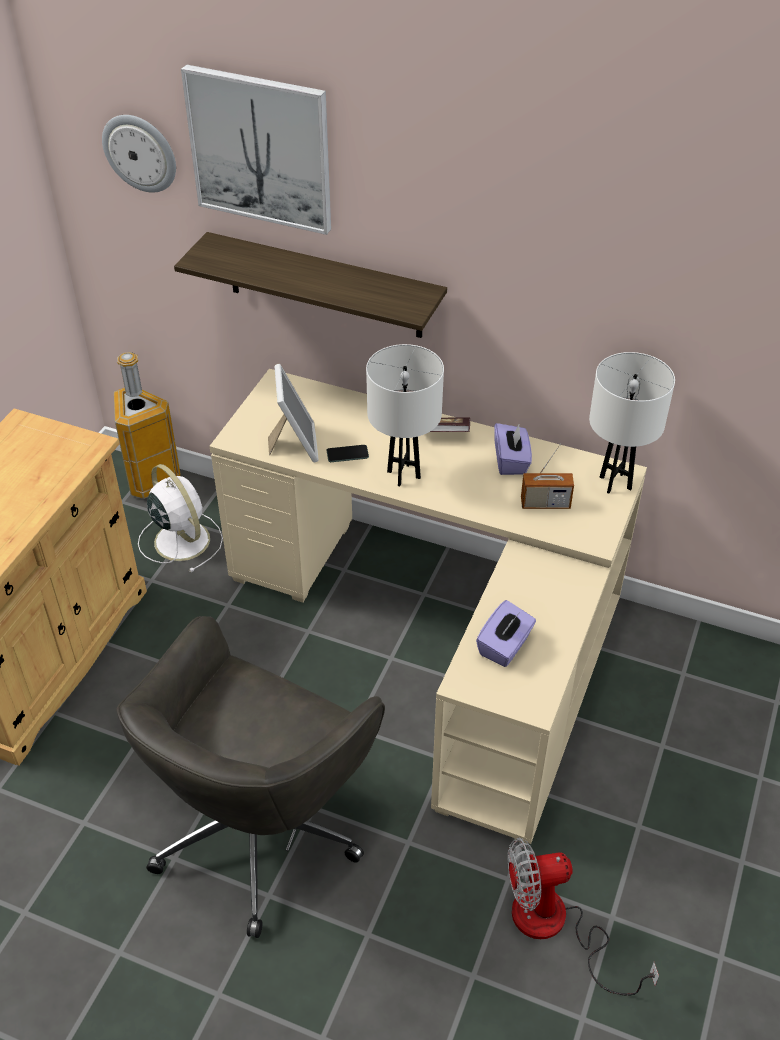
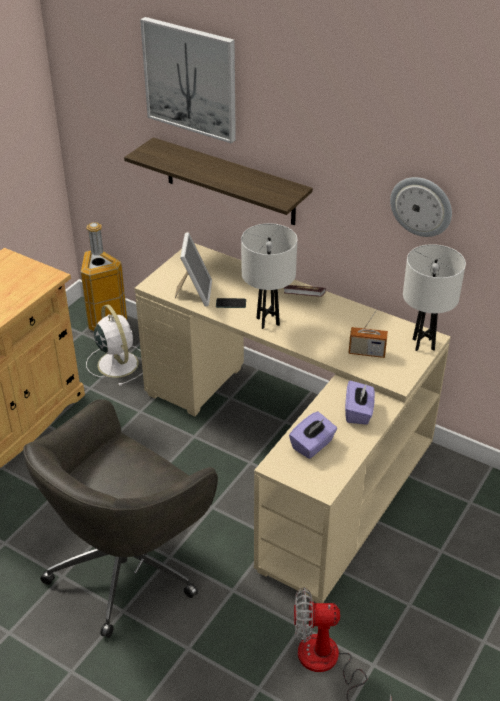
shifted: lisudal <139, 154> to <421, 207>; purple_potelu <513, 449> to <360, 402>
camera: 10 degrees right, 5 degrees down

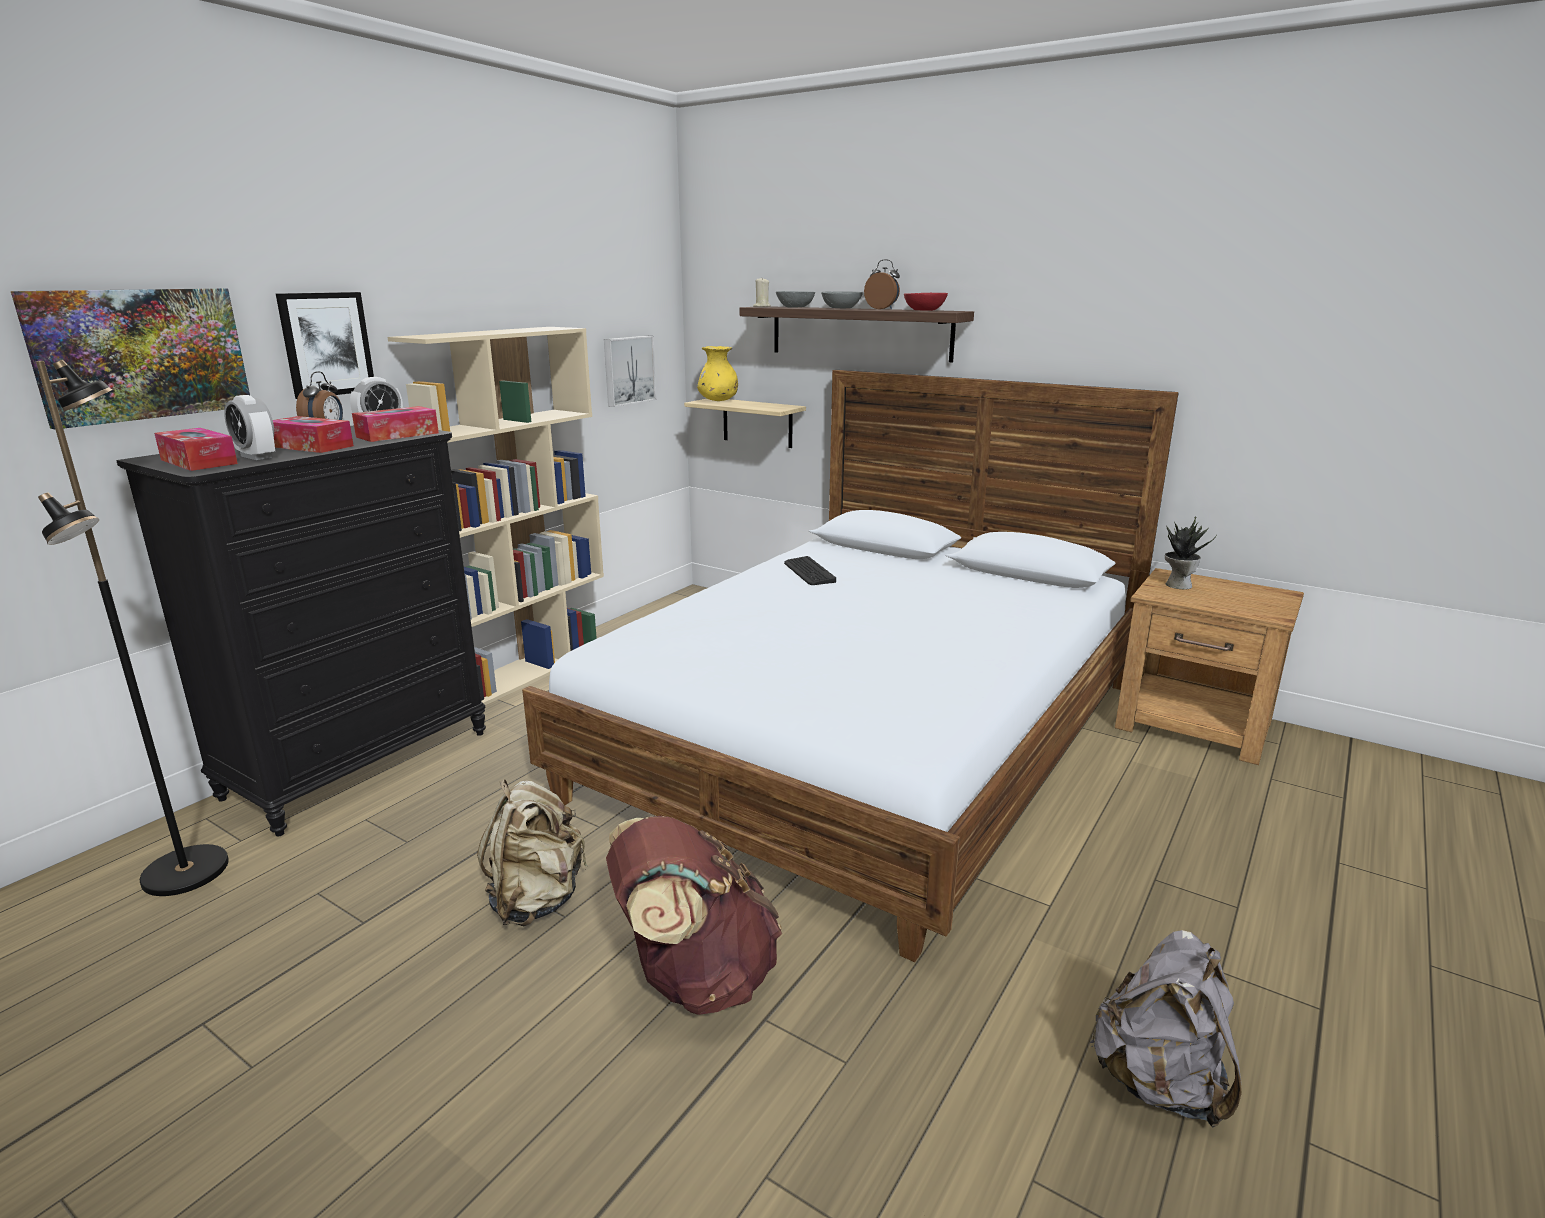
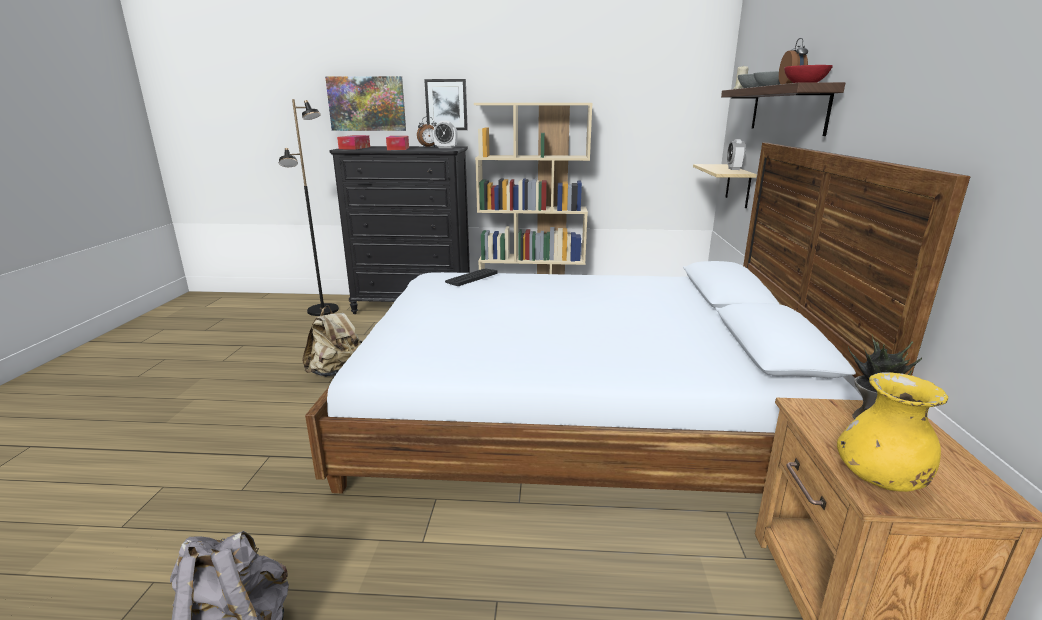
gone: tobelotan <630, 371>; potelu <395, 424>; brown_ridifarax <694, 915>
shifted: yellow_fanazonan <717, 373> to <892, 432>; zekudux <249, 427> to <736, 154>; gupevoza <810, 570> to <471, 277>
camera: 60 degrees right, 0 degrees up

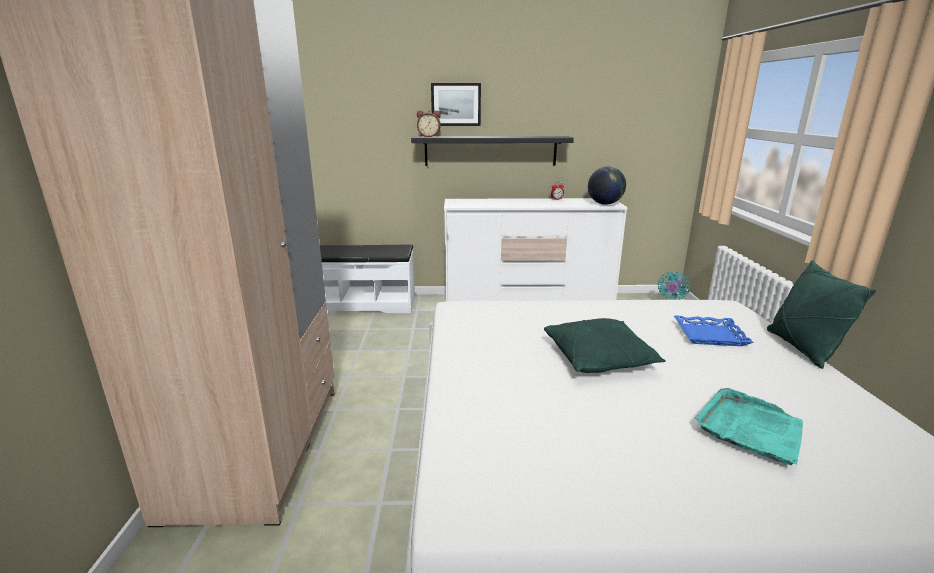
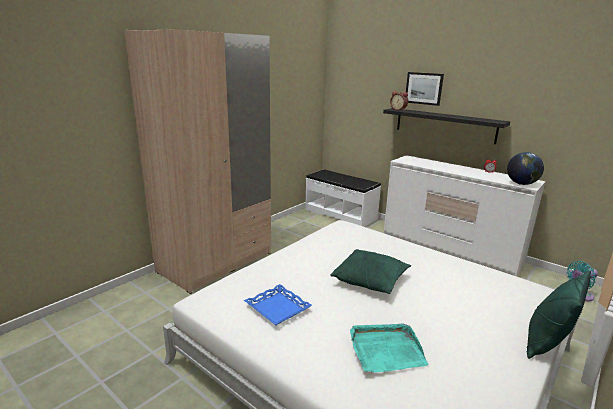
shifted: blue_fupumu <714, 331> to <278, 304>
camera: 40 degrees right, 0 degrees up

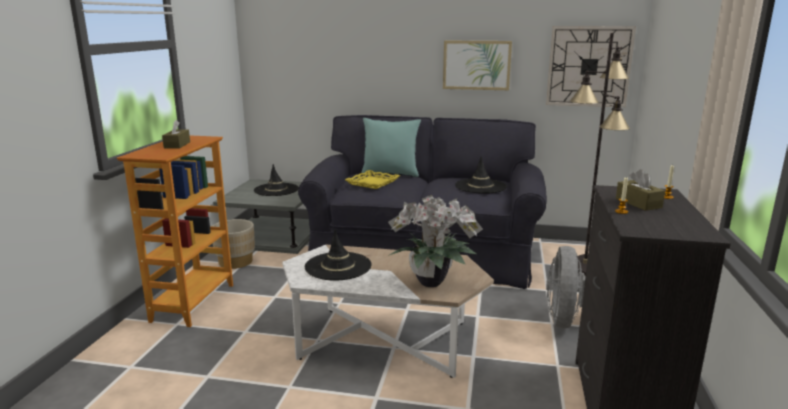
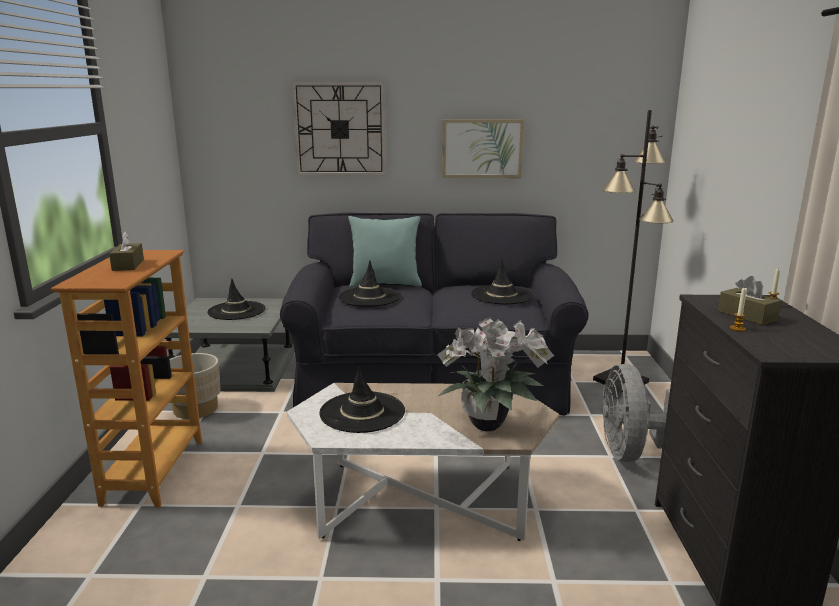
shifted: lisudal <591, 66> to <339, 129>
swapped: yellow_fupumu <372, 179> to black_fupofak <369, 284>
camera: 10 degrees left, 0 degrees up

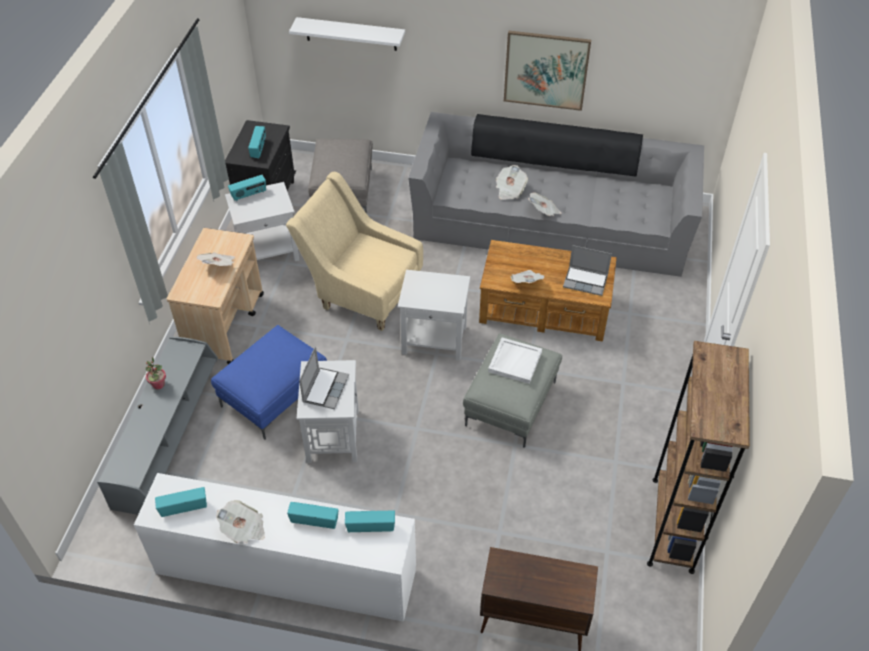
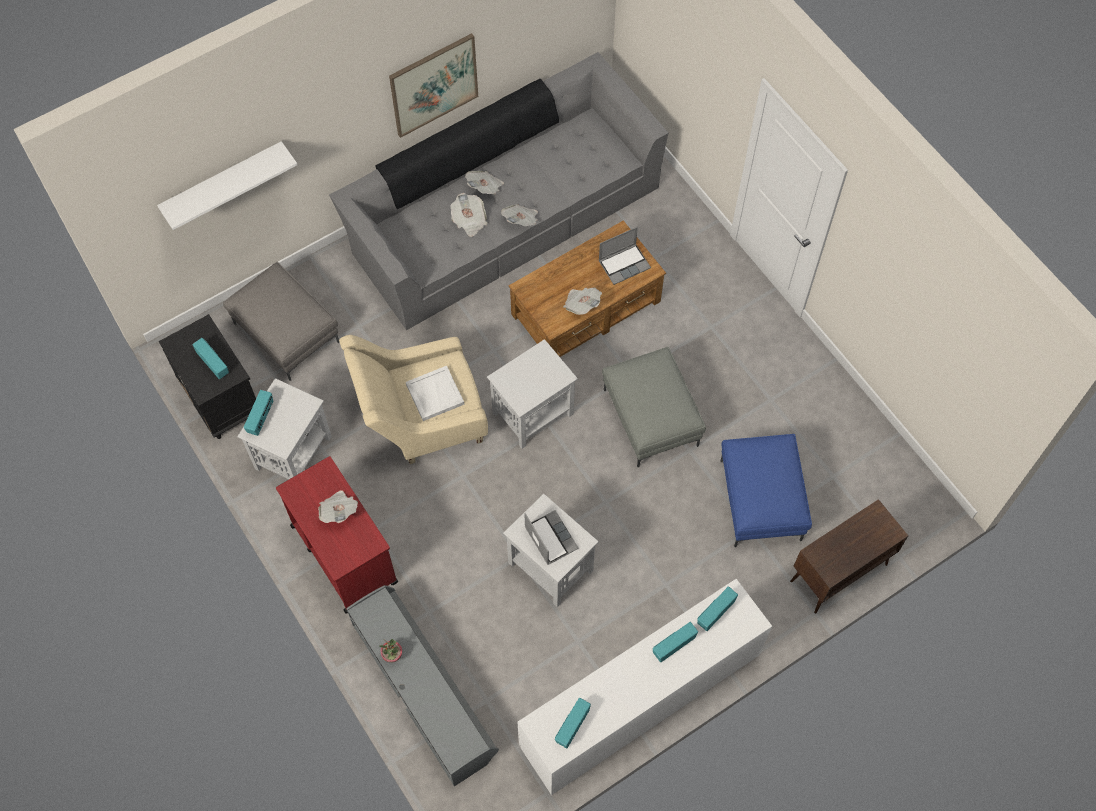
gone: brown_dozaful <698, 457>
shifted: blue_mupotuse <269, 382> to <766, 490>; white_fupumu <515, 361> to <435, 393>; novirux <240, 521> to <484, 183>
repainted: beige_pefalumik <215, 296> to red_pefalumik <337, 535>
camera: 45 degrees left, 15 degrees up

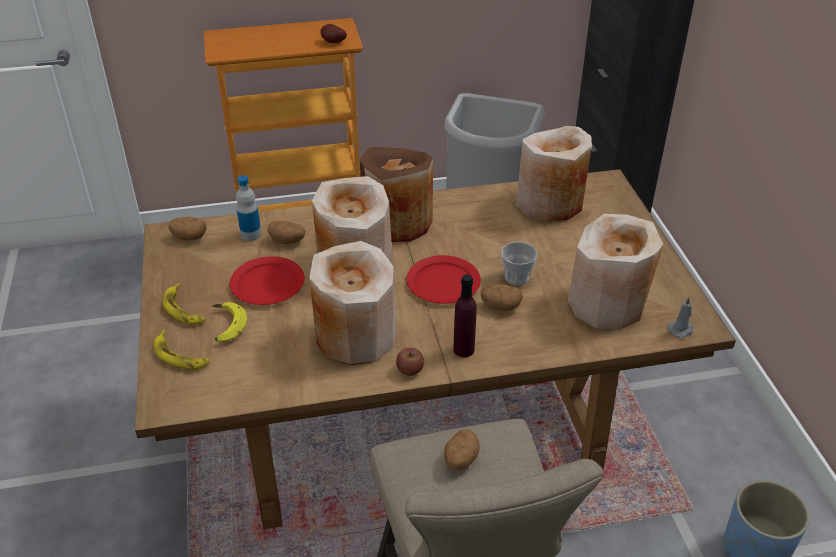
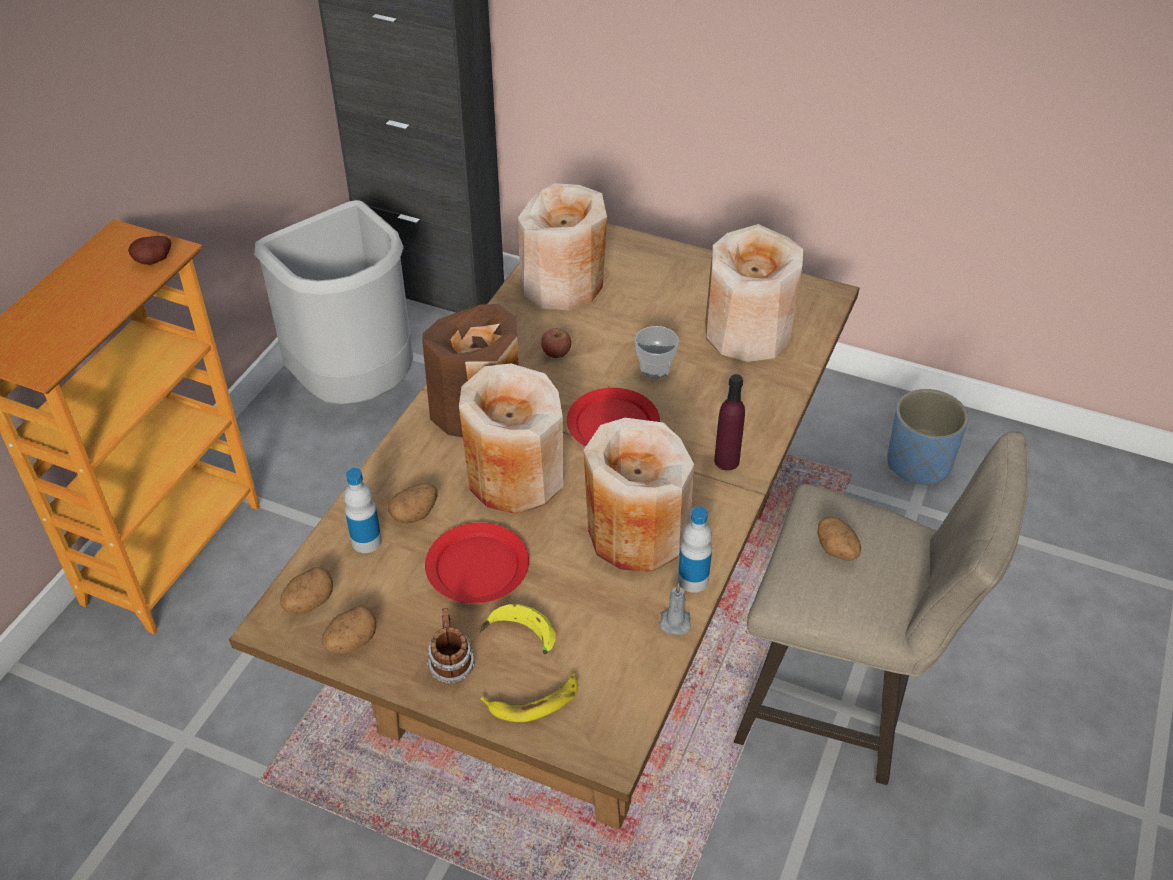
new: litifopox <695, 550>
shifted: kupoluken <502, 297> to <349, 630>; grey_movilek <680, 317> to <675, 609>; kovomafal <410, 361> to <556, 343>
swapped: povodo <184, 304> to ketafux <451, 646>
camera: 55 degrees left, 5 degrees up

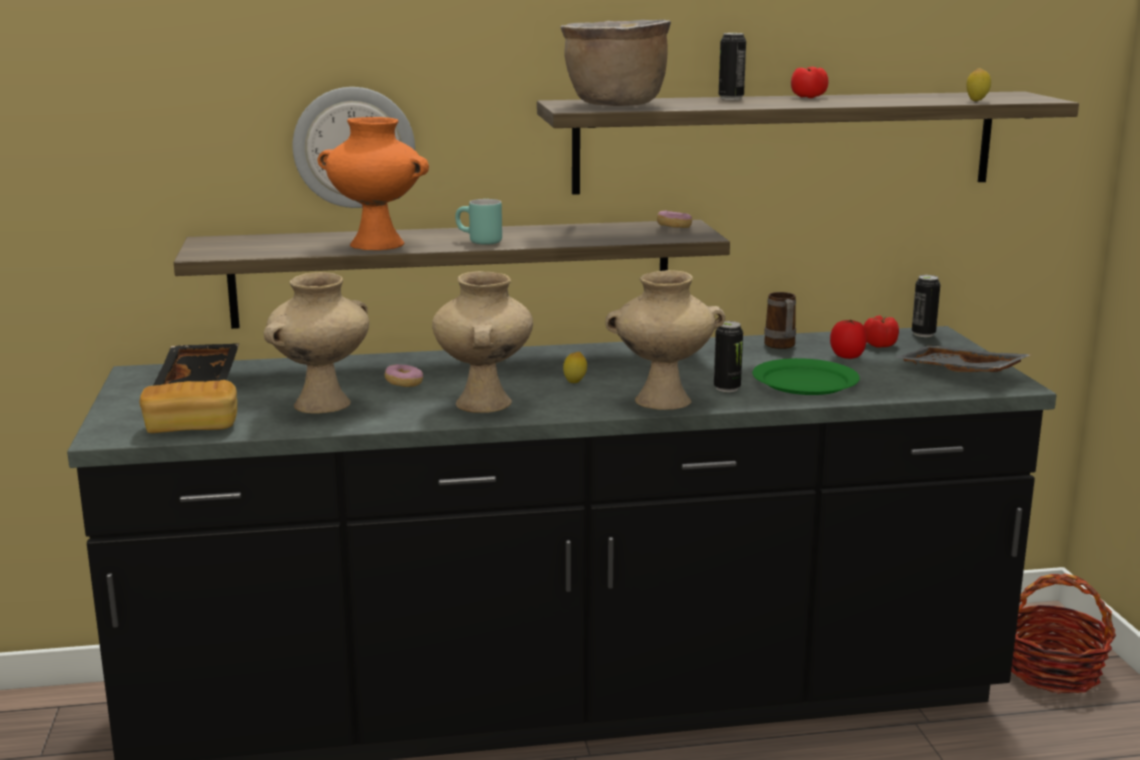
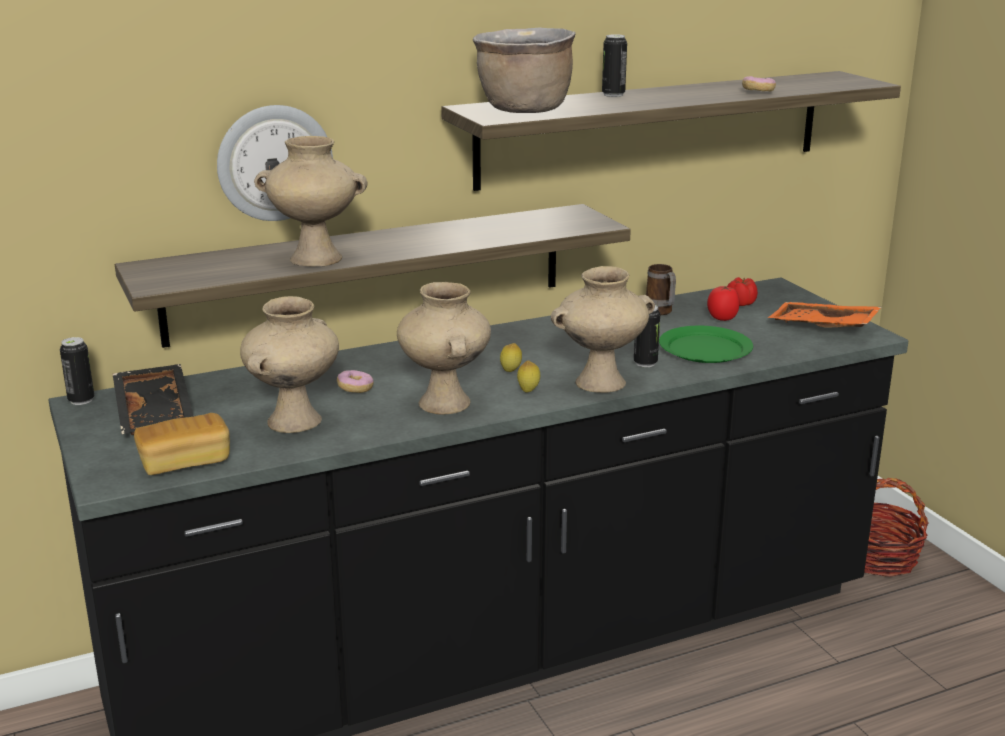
gone: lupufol <810, 82>; turquoise_ketafux <478, 222>
shifted: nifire <978, 84> to <528, 376>; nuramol <674, 219> to <759, 83>; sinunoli <926, 306> to <77, 371>
repainted: orange_fanazonan <373, 183> to beige_fanazonan <311, 201>; grey_fupumu <962, 359> to orange_fupumu <824, 315>
camera: 15 degrees left, 5 degrees up

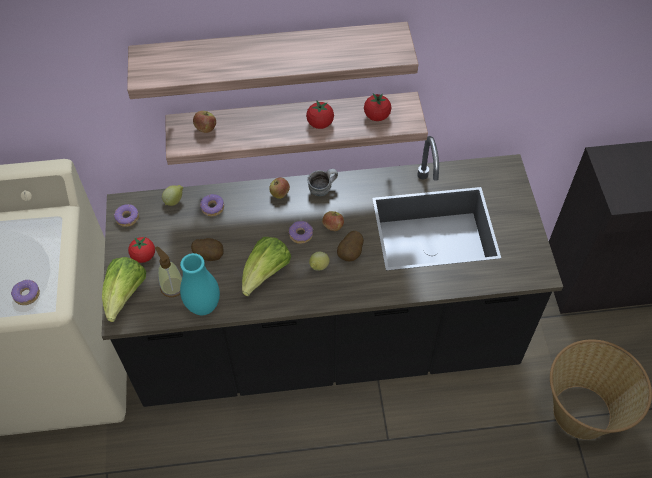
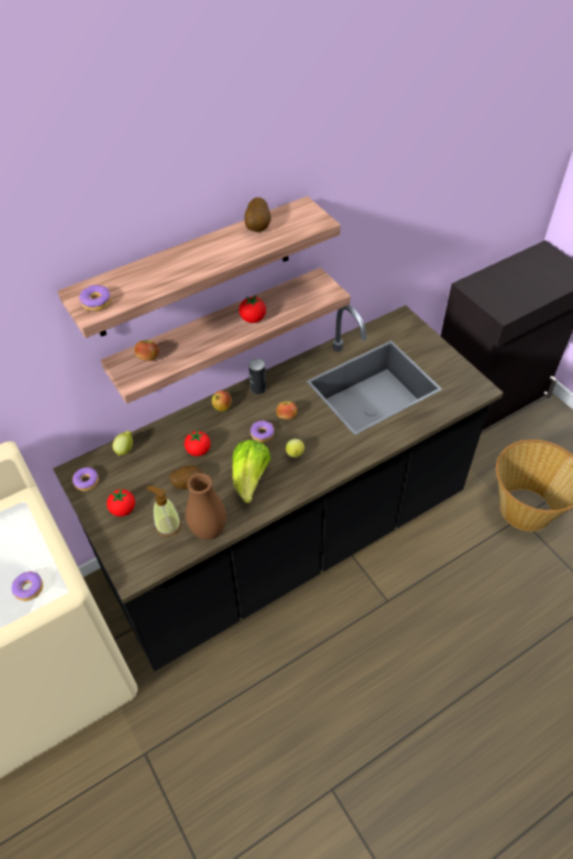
gone: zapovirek <124, 289>
shifted: lupufol <377, 107> to <197, 443>; nuramol <212, 205> to <95, 298>; kupoluken <350, 246> to <257, 214>
swapped: ketafux <322, 182> to sinunoli <257, 376>
repainted: turquoise_fanazonan <200, 284> to brown_fanazonan <206, 506>
camera: 25 degrees left, 5 degrees down

